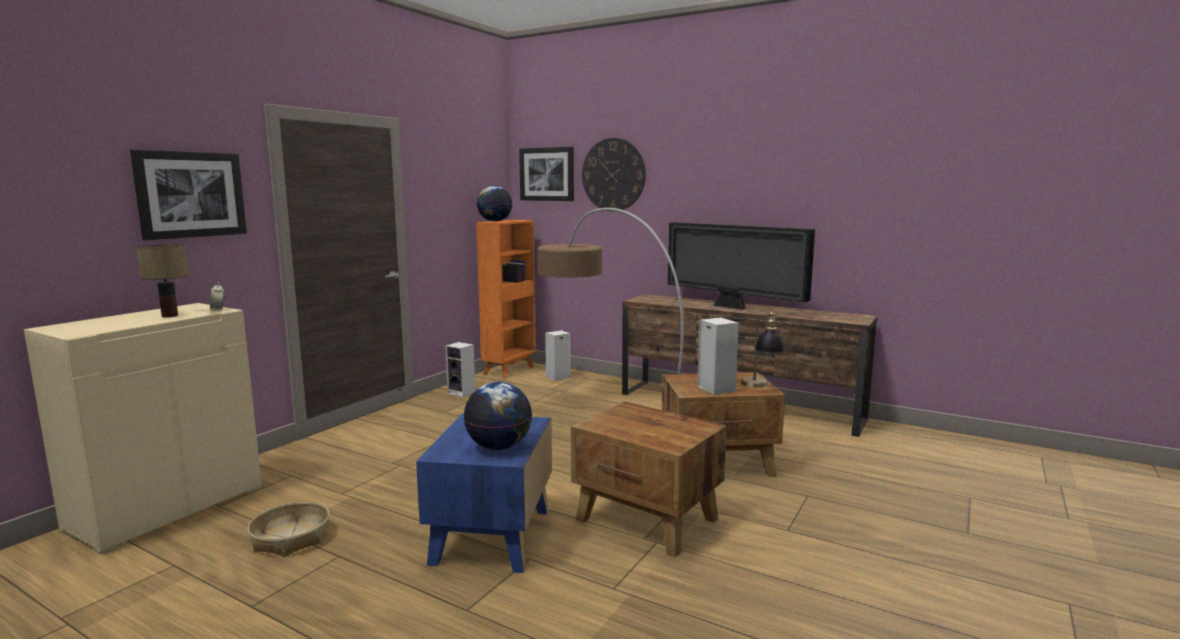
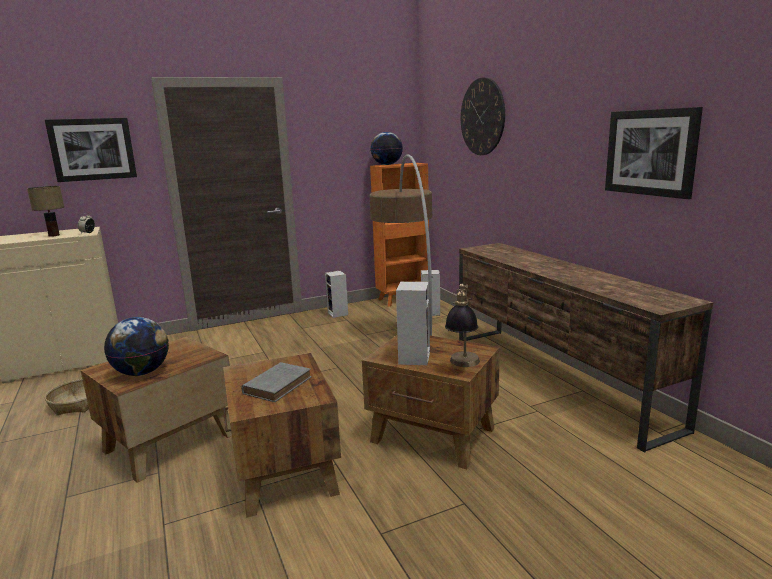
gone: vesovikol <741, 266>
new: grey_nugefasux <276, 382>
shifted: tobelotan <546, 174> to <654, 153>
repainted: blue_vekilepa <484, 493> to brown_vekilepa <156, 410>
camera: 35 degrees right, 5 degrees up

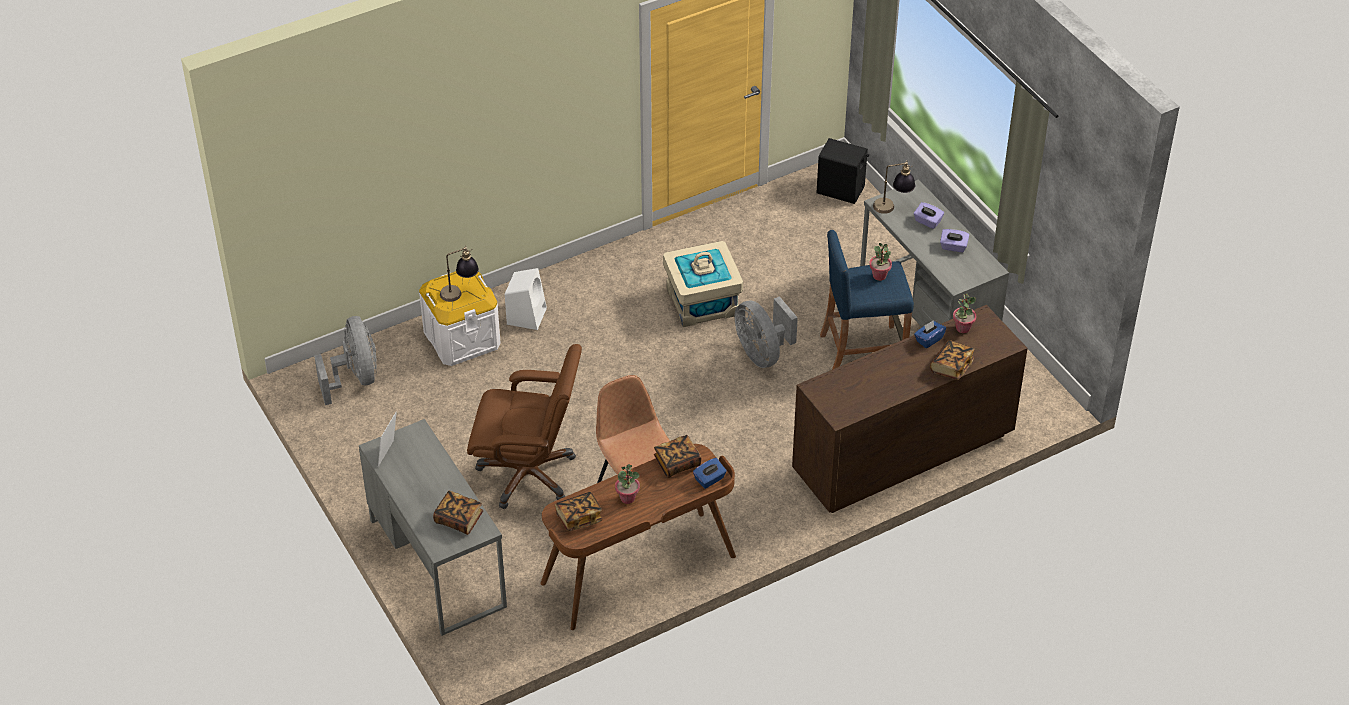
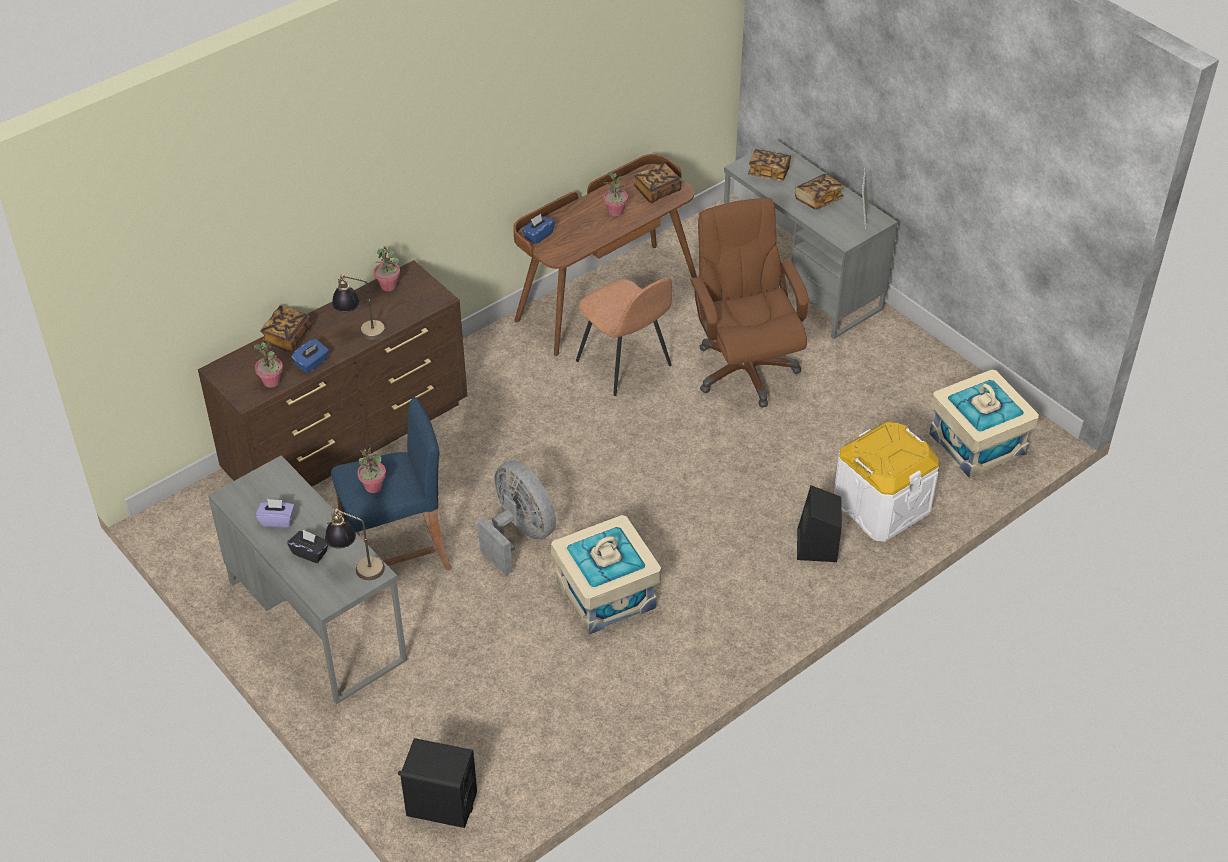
new: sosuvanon <387, 268>
shifted: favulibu <459, 273> to <359, 307>; nugefasux <677, 456> to <819, 192>
swapped: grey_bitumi <345, 360> to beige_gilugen <984, 423>
repainted: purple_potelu <929, 215> to black_potelu <307, 546>; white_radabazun <526, 299> to black_radabazun <819, 523>
rotated: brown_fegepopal <524, 426> = <749, 303> 75 degrees clockwise
camera: 170 degrees right, 0 degrees up

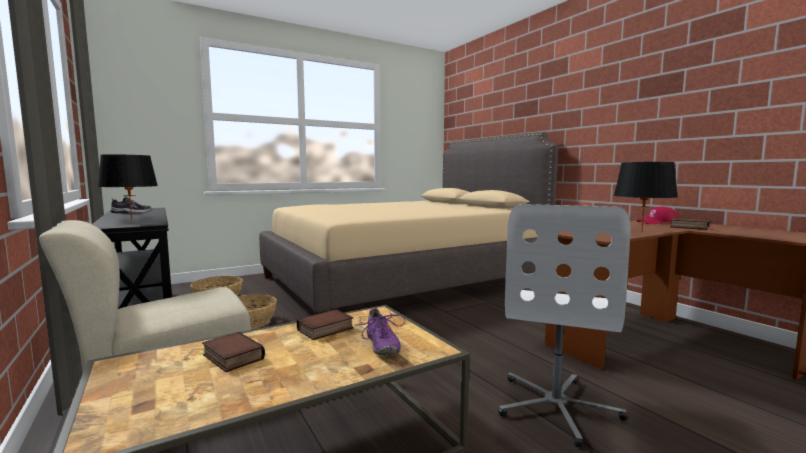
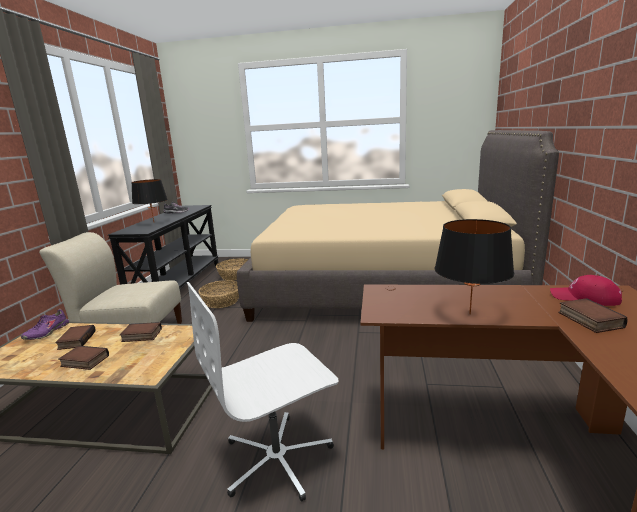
new: nugefasux <83, 358>
shifted: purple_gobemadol <380, 331> to <45, 324>
camera: 40 degrees right, 10 degrees up

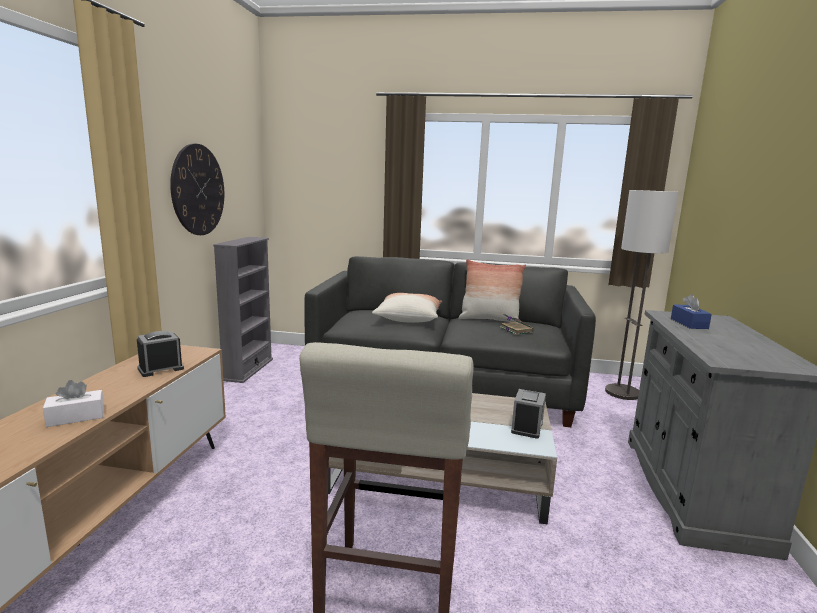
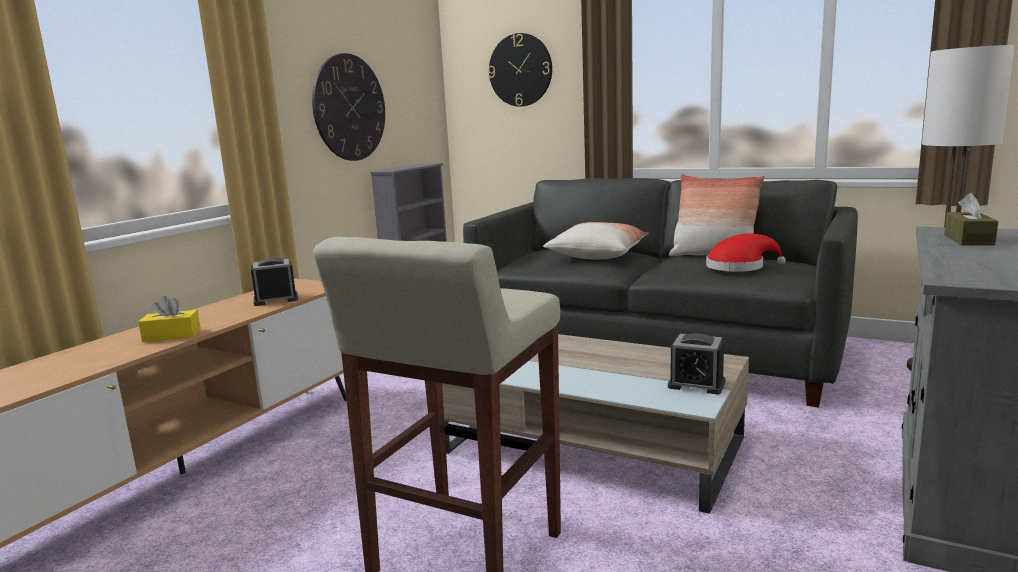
new: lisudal <520, 70>
swapped: nugefasux <516, 324> to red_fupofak <746, 252>
repainted: blue_potelu <691, 311> to brown_potelu <971, 219>; white_potelu <73, 403> to yellow_potelu <169, 319>
rotated: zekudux <528, 413> = <696, 363> 75 degrees clockwise
camera: 20 degrees right, 0 degrees up

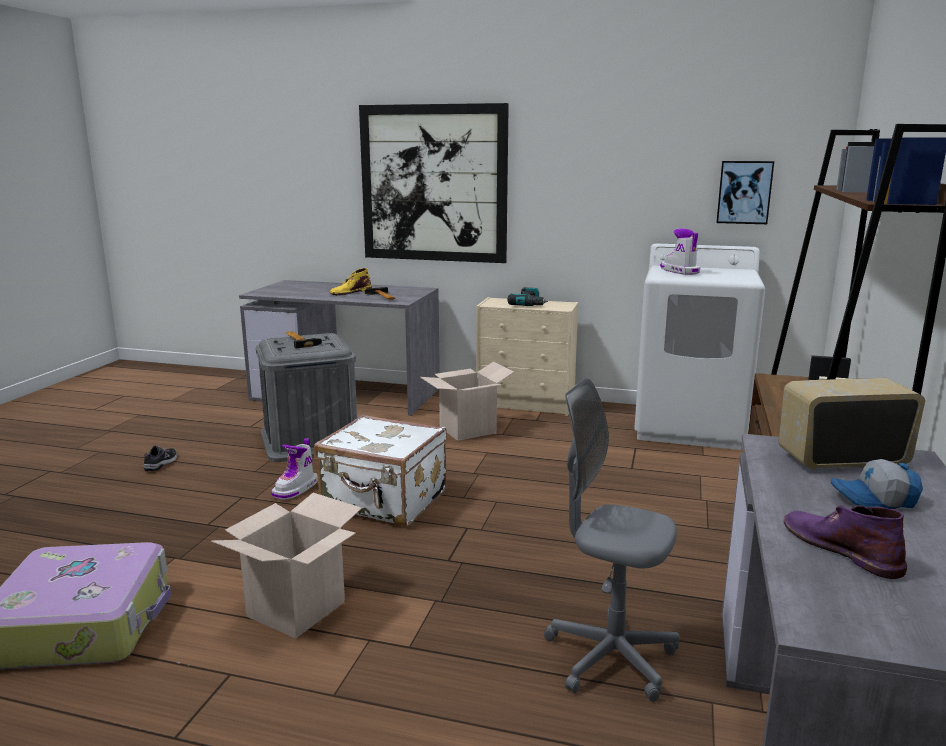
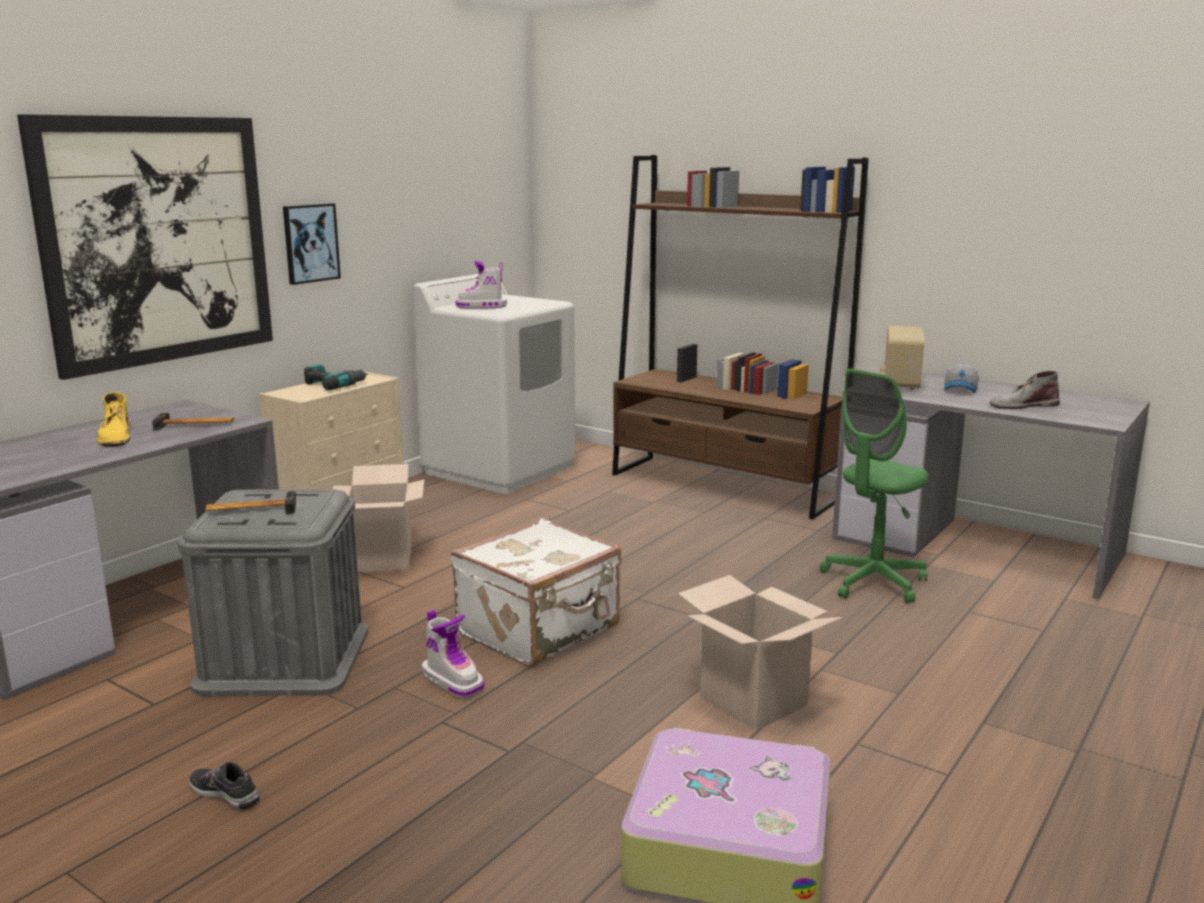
shifted: tobelotan <745, 192> to <312, 244>
repainted: grey_fegepopal <612, 540> to green_fegepopal <874, 486>; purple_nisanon <845, 542> to grey_nisanon <1024, 390>
camera: 70 degrees left, 0 degrees up

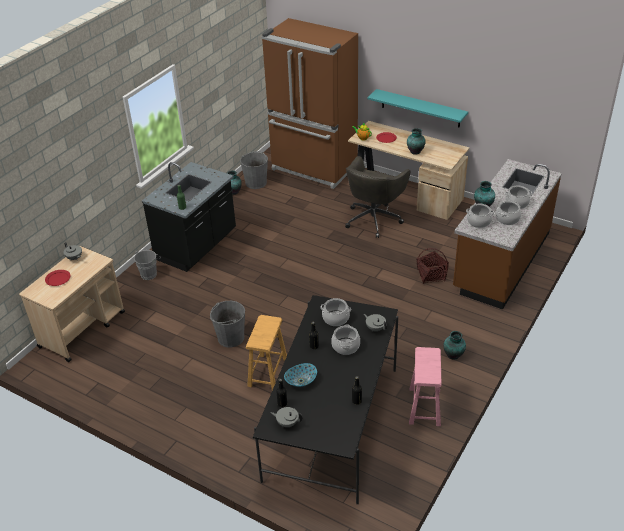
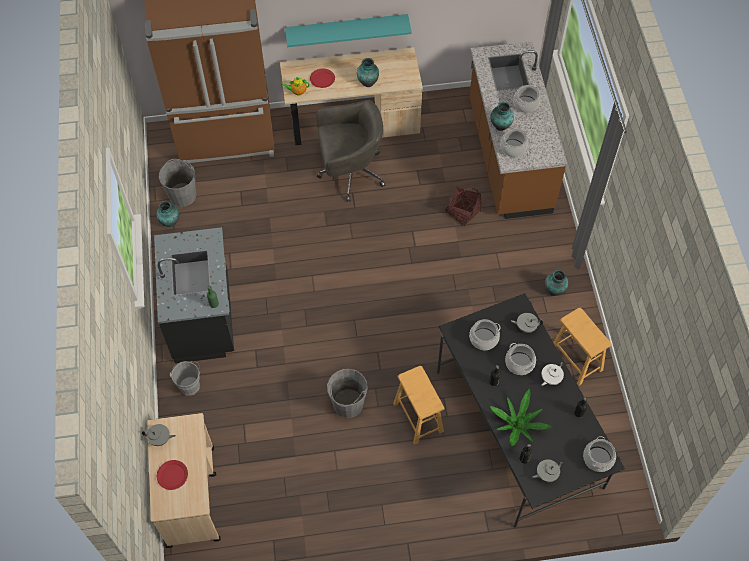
new: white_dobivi <553, 374>
shifted: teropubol <508, 213> to <599, 454>
swapped: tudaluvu <300, 375> to sosuvanon <520, 417>
repainted: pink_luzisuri <425, 386> to brown_luzisuri <582, 347>
rotated: grey_fegepopal <377, 197> = <350, 151> 90 degrees counterclockwise
camera: 40 degrees left, 20 degrees up

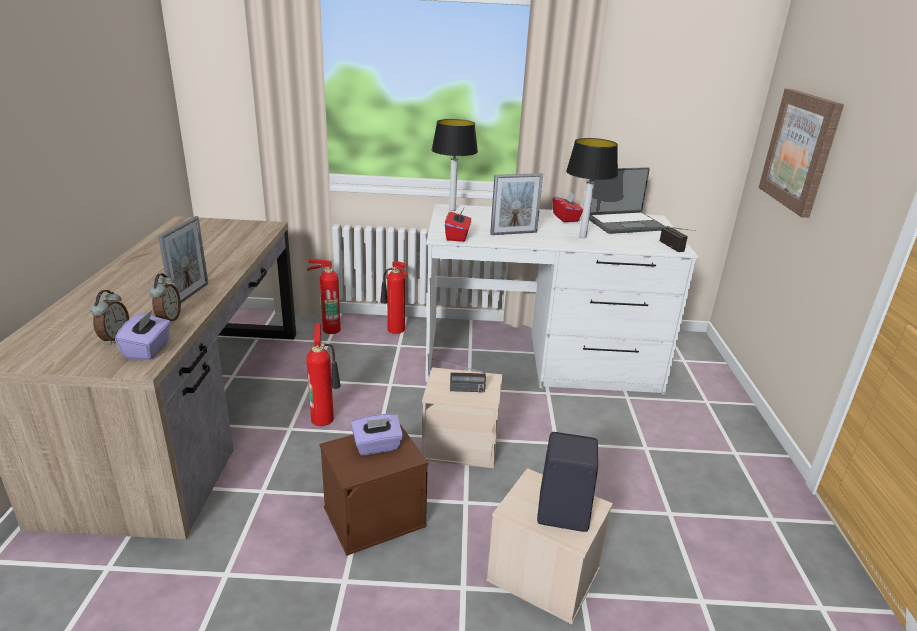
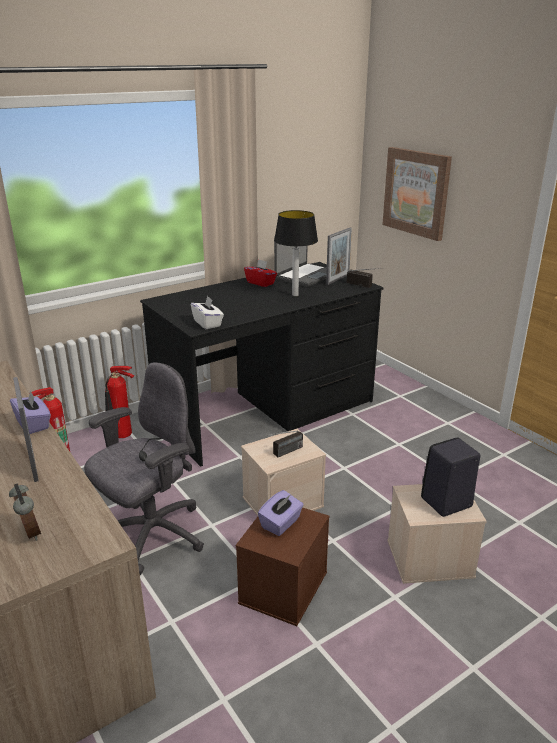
gone: favulibu <455, 165>; zekudux <165, 297>
shifted: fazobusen <516, 204> to <339, 256>; purple_potelu <143, 335> to <30, 412>
swapped: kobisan <323, 374> to grey_fegepopal <144, 468>
repainted: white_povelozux <561, 299> to black_povelozux <262, 364>; red_potelu <458, 225> to white_potelu <207, 312>
camera: 35 degrees left, 0 degrees up

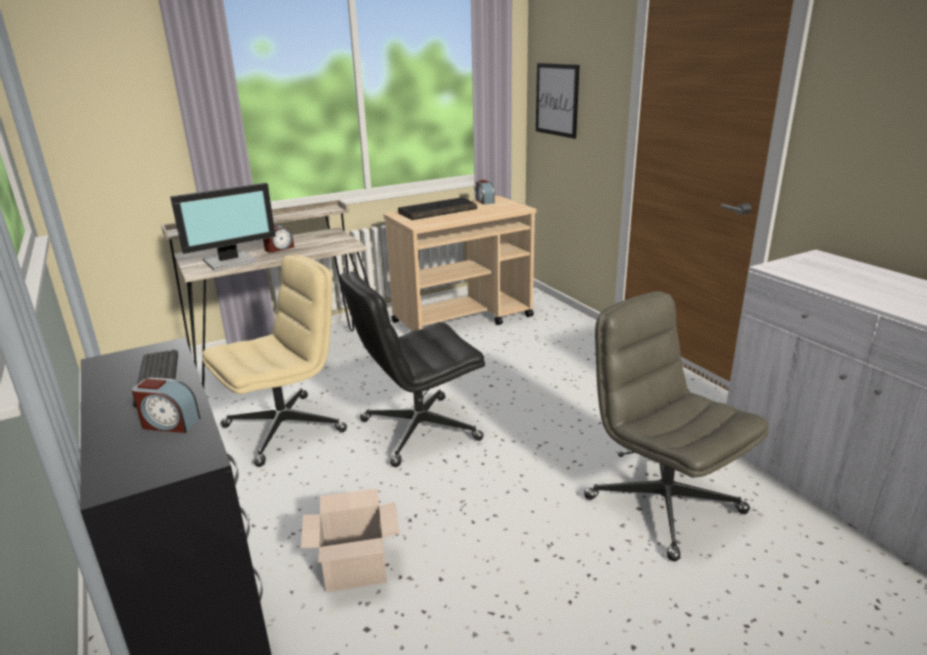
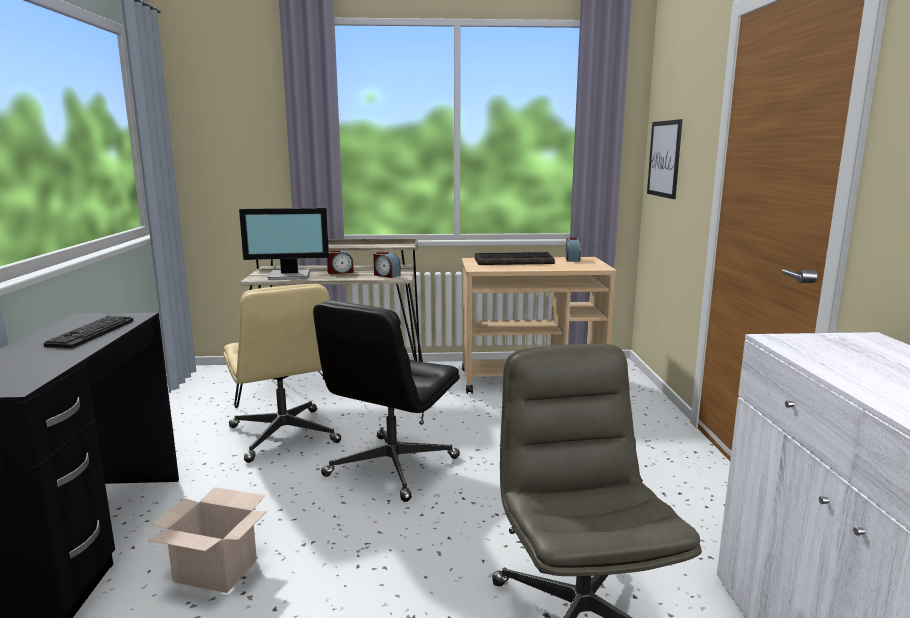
shifted: zekudux <166, 405> to <387, 264>
rotated: beige_fegepopal <274, 360> = <282, 373> 75 degrees clockwise; black_fegepopal <412, 369> = <386, 401> 60 degrees counterclockwise
camera: 25 degrees right, 10 degrees down

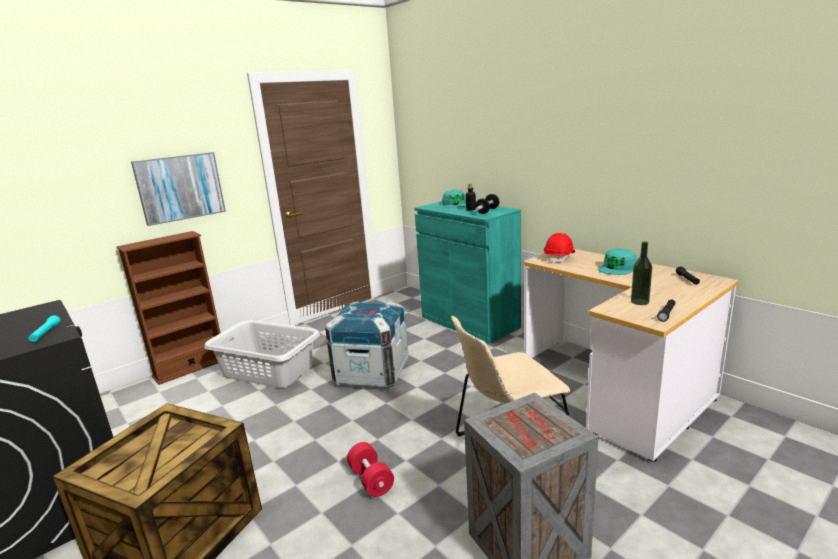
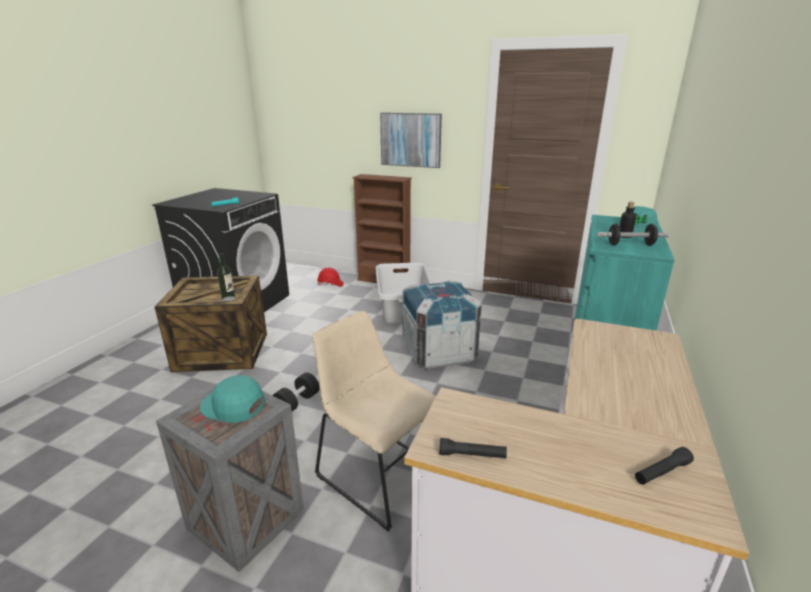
shifted: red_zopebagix <559, 248> to <330, 277>; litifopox <641, 273> to <226, 277>; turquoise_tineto <617, 261> to <232, 399>
repainted: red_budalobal <370, 469> to black_budalobal <296, 391>
camera: 60 degrees right, 5 degrees up

